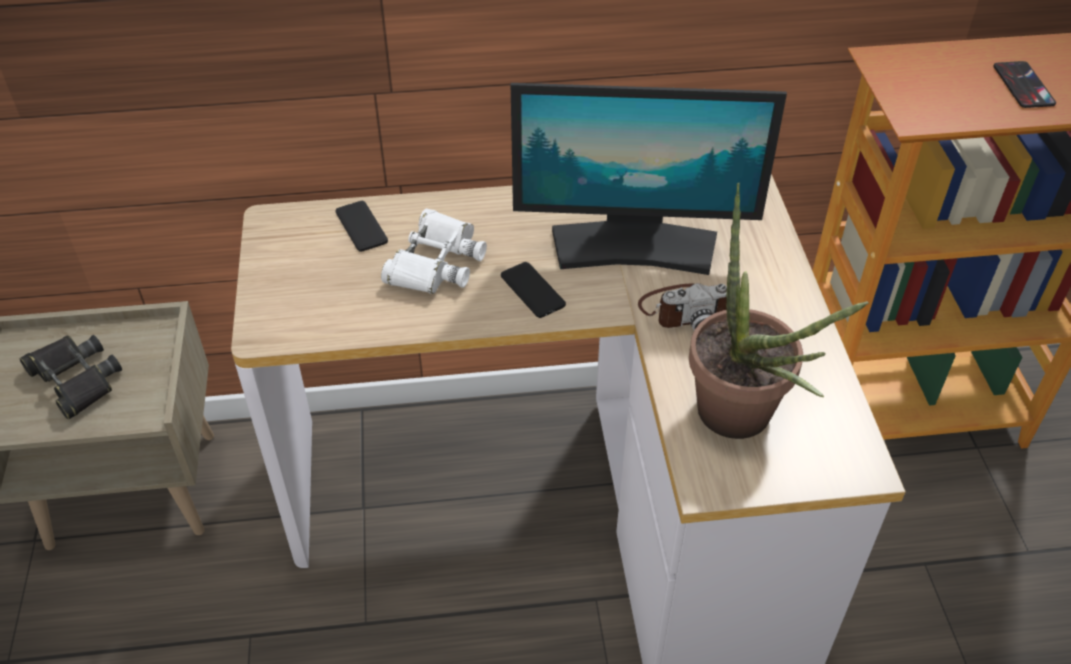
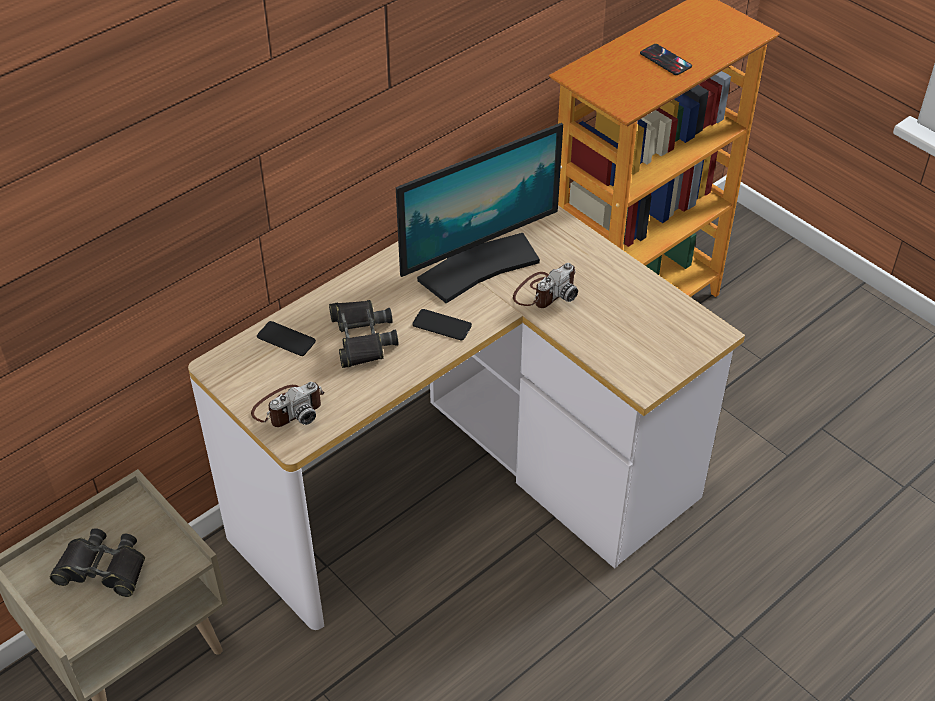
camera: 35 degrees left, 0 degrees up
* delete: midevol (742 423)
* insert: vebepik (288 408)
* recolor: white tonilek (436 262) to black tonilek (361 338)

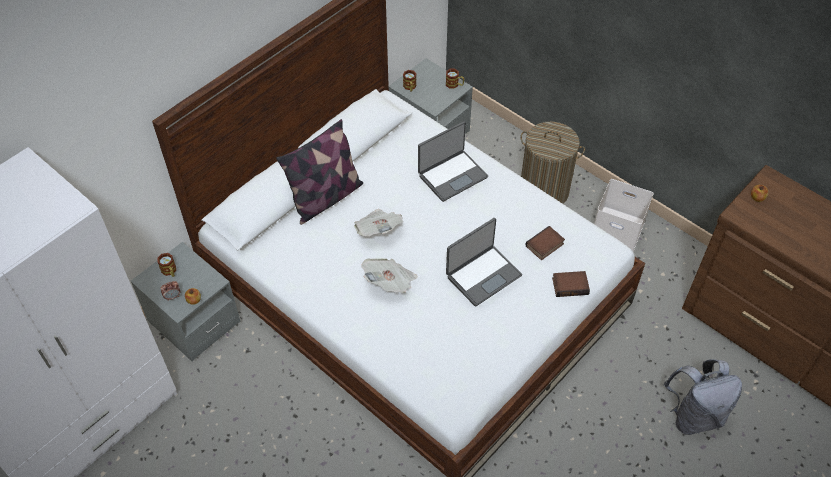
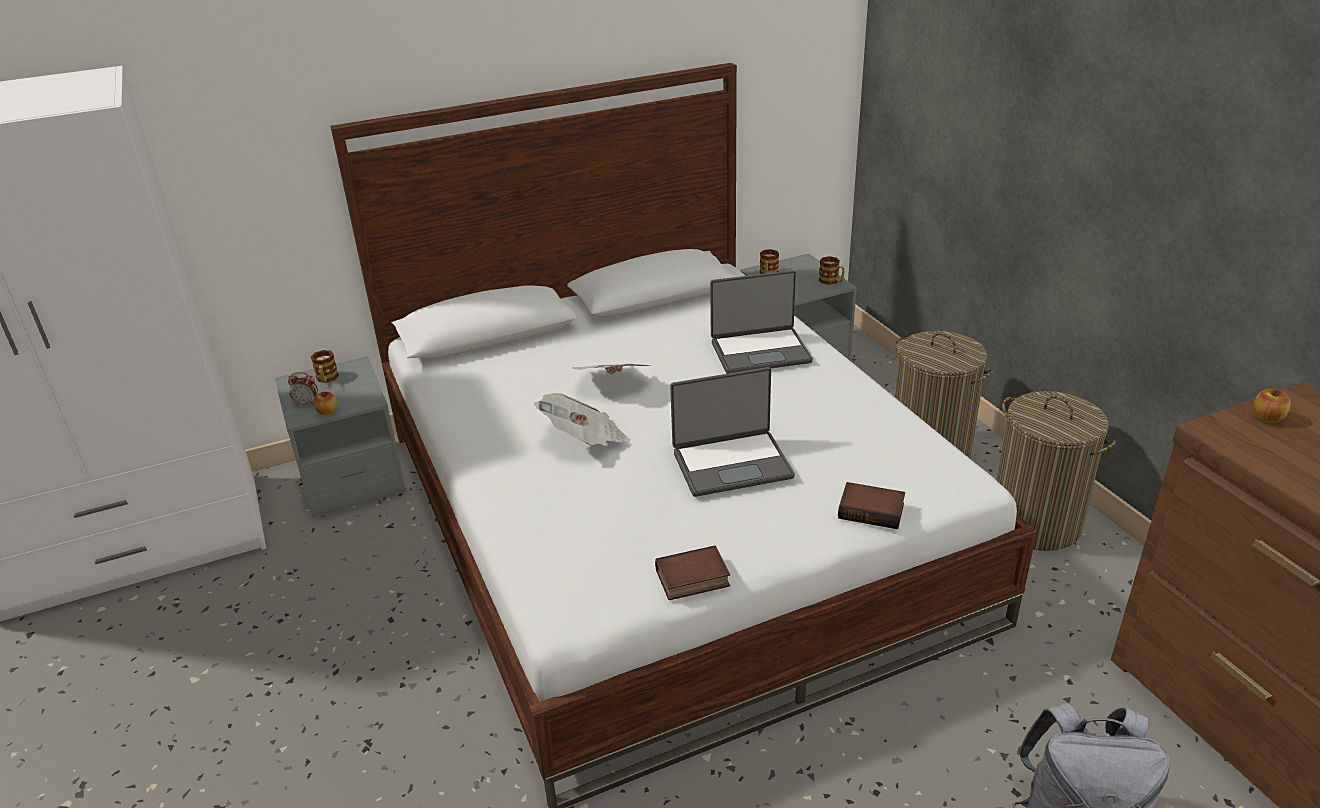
camera: 25 degrees right, 20 degrees down
* delete: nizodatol (325 198)
* move: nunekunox (545 246) to (692 580)
* replace: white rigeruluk (619 228) to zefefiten (1035 523)

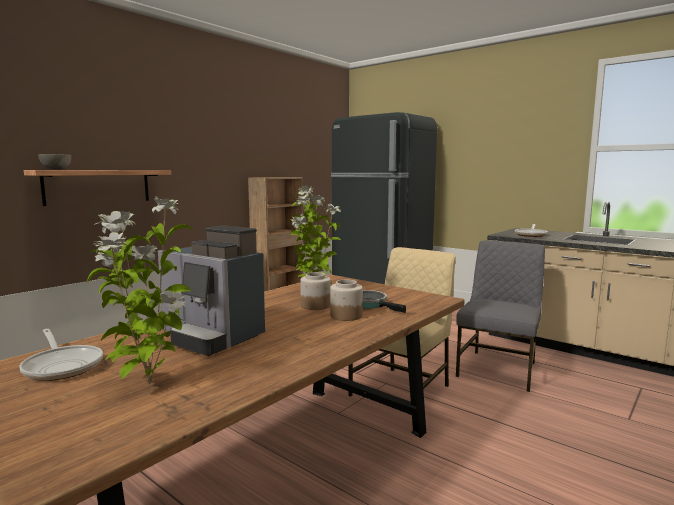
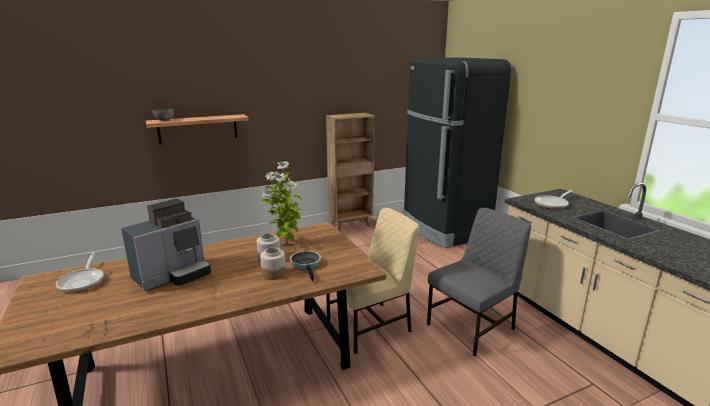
camera: 25 degrees right, 10 degrees up
* delete: midevol (147 384)
* rotate: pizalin (212 337) = (173 275) 105 degrees counterclockwise

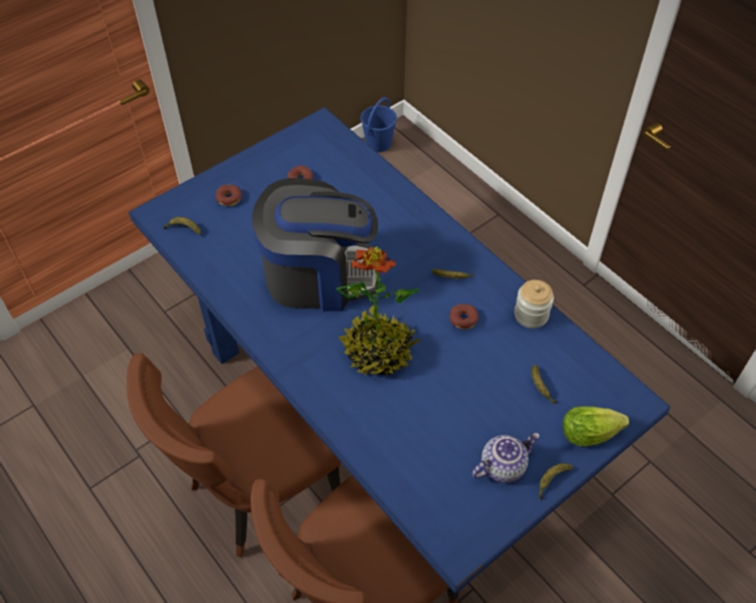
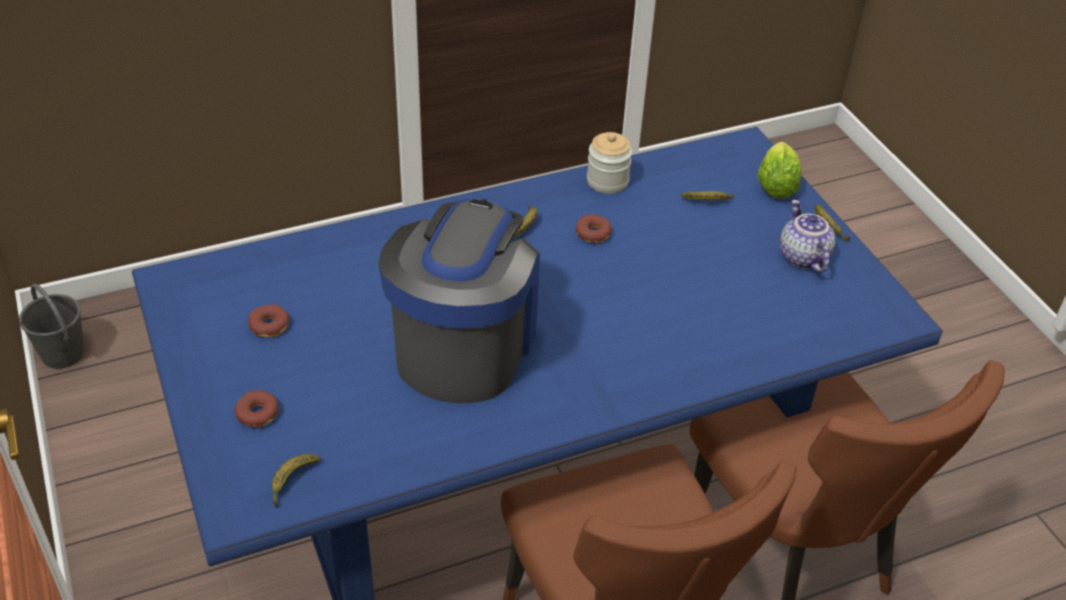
camera: 75 degrees left, 10 degrees down
* delete: midevol (378 351)
* recolor: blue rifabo (378 143) to grey rifabo (63 354)

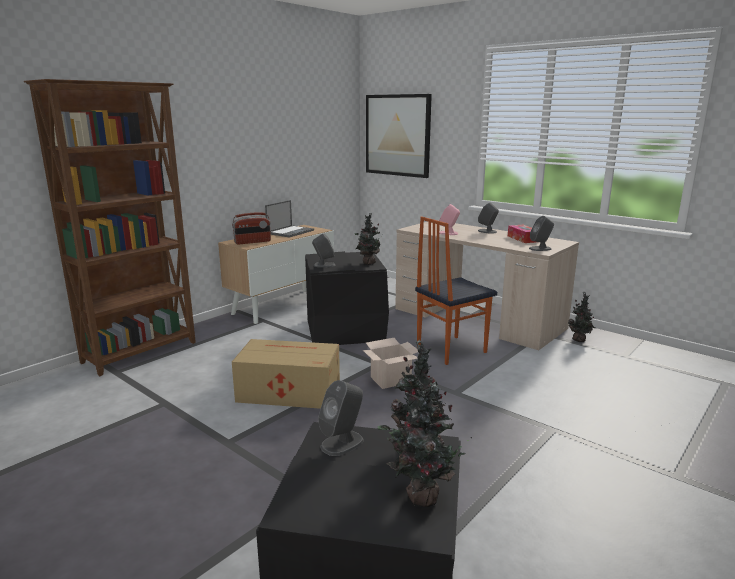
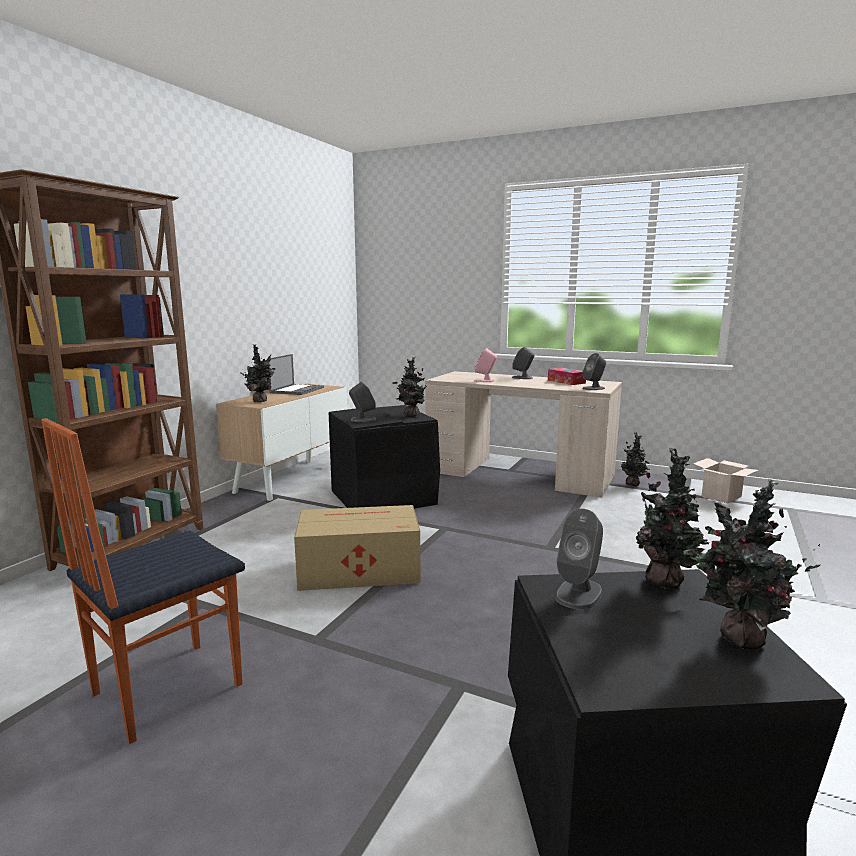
camera: 15 degrees left, 5 degrees down
* delete: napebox (398 135)
* move: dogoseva (390 380) to (721 497)
* move: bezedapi (450 350) to (165 688)
* replace: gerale (252 242) to midevol (260 401)

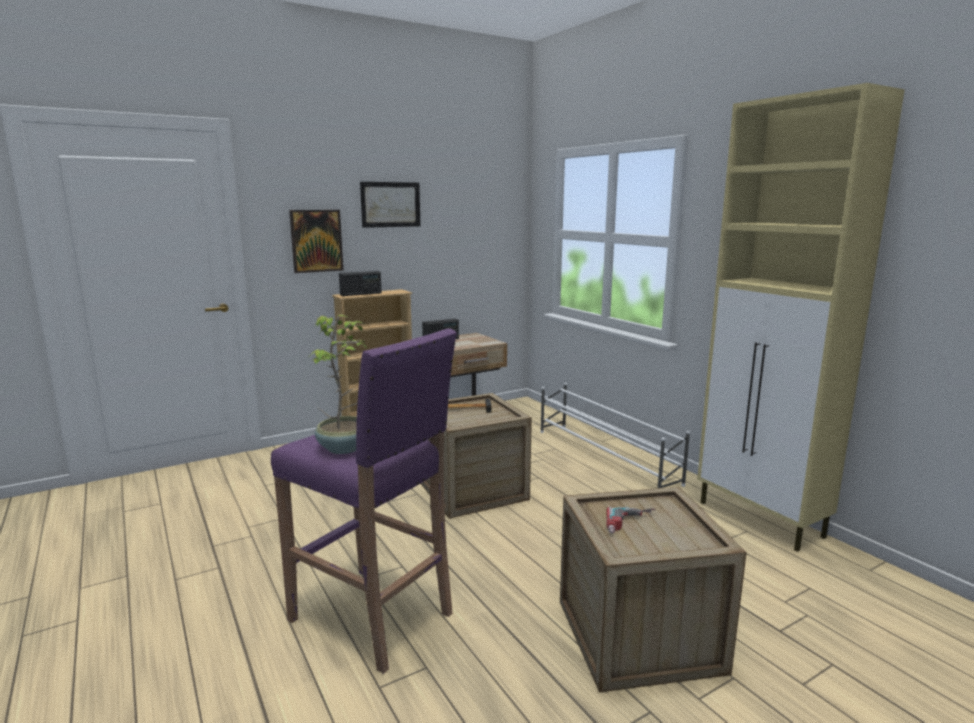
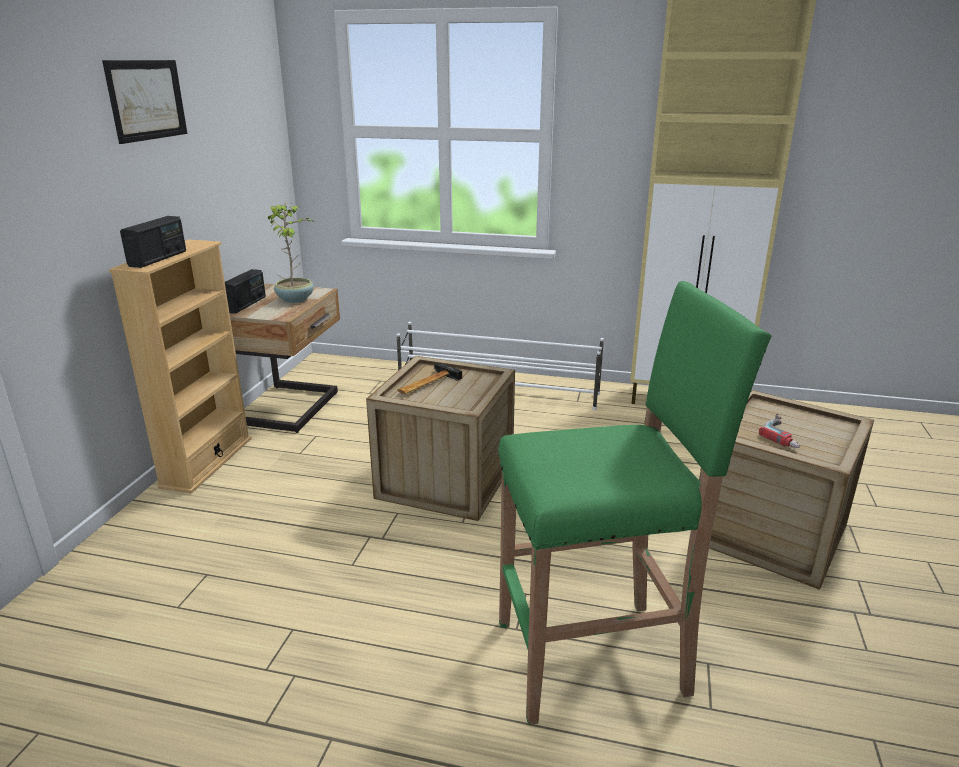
camera: 45 degrees left, 10 degrees up
* delete: napebox (316 241)
* move: midevol (345 448) to (296 299)
* recolor: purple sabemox (374 618) to green sabemox (595 657)

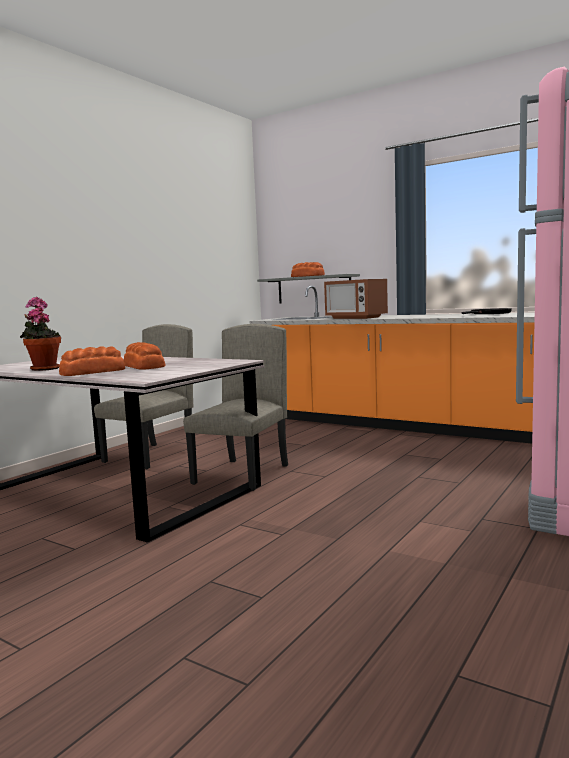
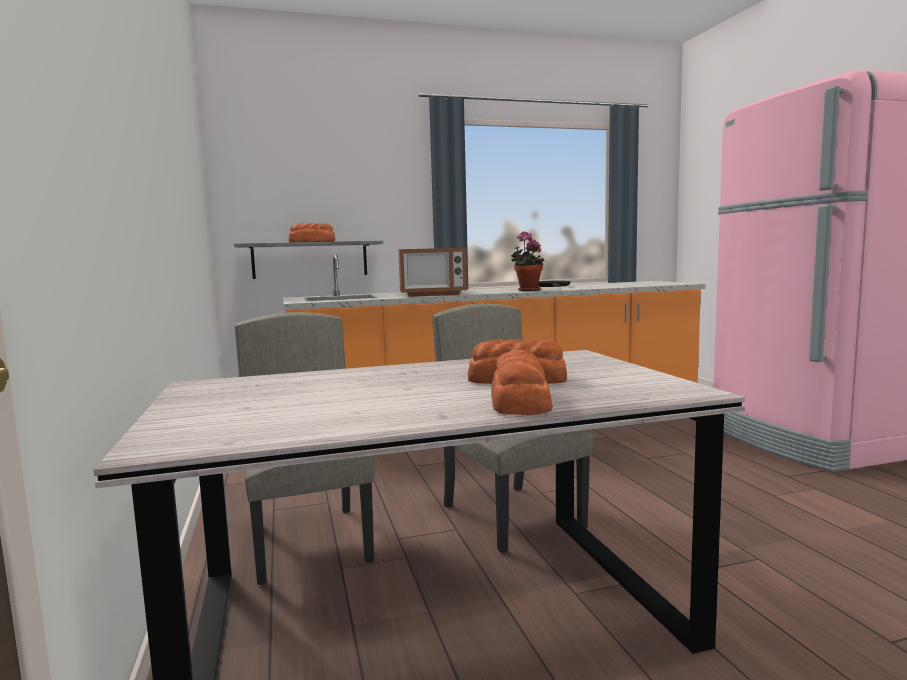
camera: 50 degrees left, 0 degrees up
* move: midevol (43 369) to (527 290)

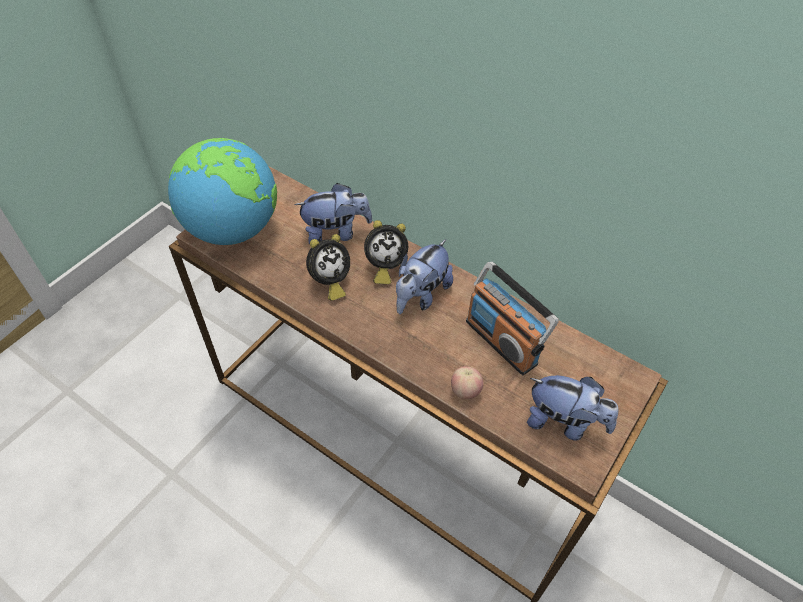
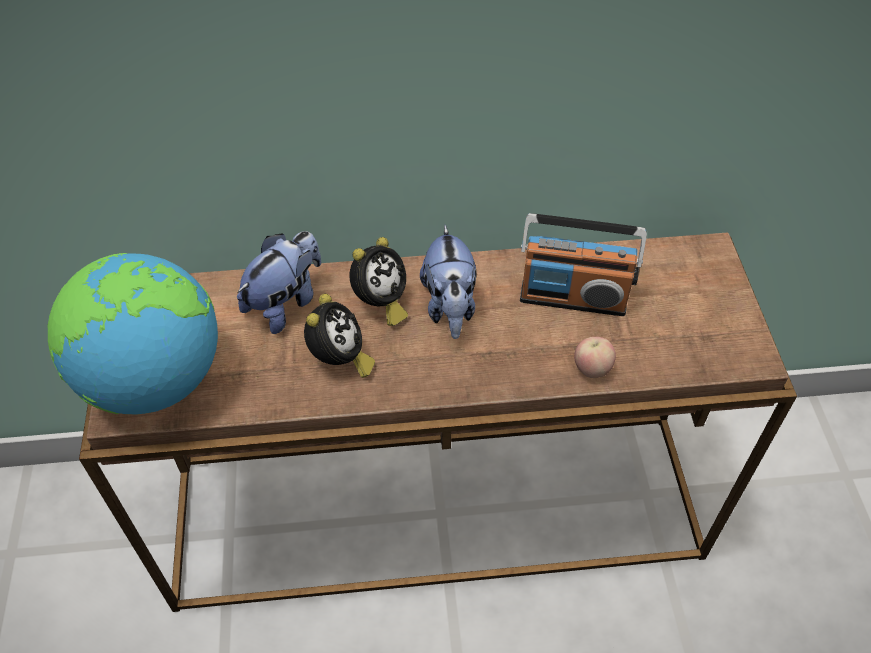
camera: 40 degrees left, 0 degrees up
* delete: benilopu (564 422)

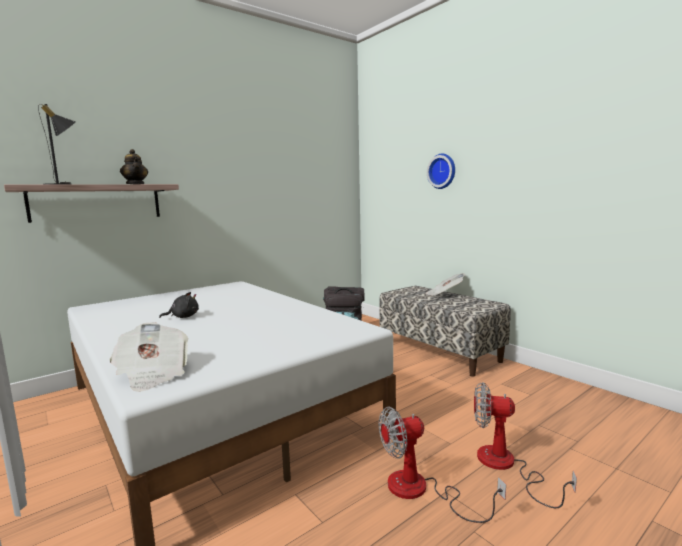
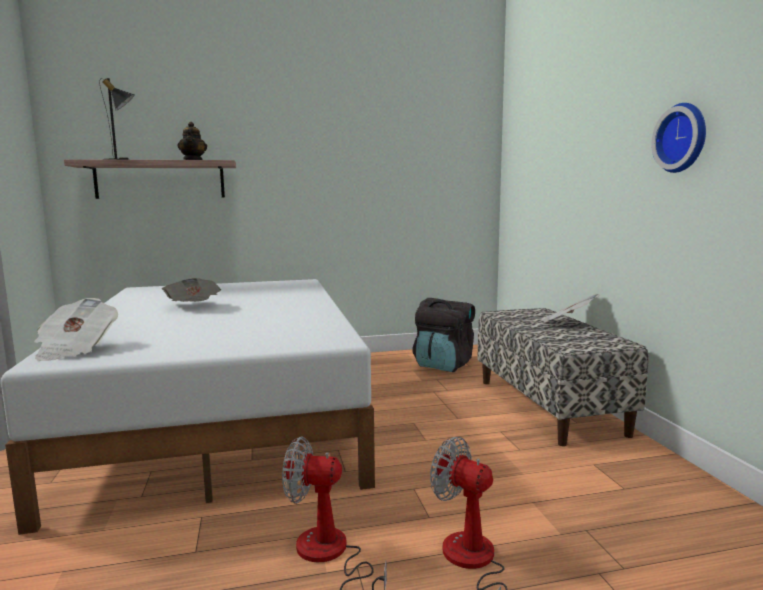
camera: 25 degrees right, 0 degrees up
* move: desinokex (442 171) to (683 138)
* replace: black benilopu (183 317) to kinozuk (193 306)

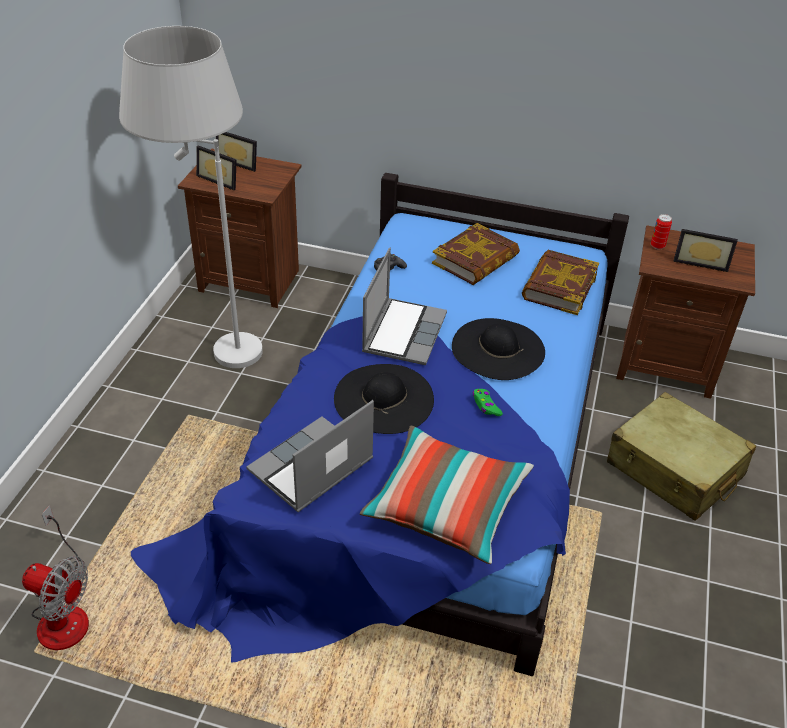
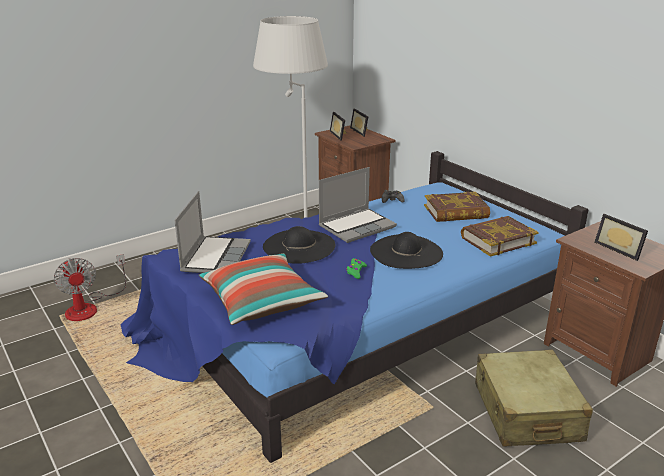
camera: 40 degrees right, 15 degrees down
* delete: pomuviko (657 246)
* rotate: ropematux (311 467) = (215 256) 105 degrees clockwise

